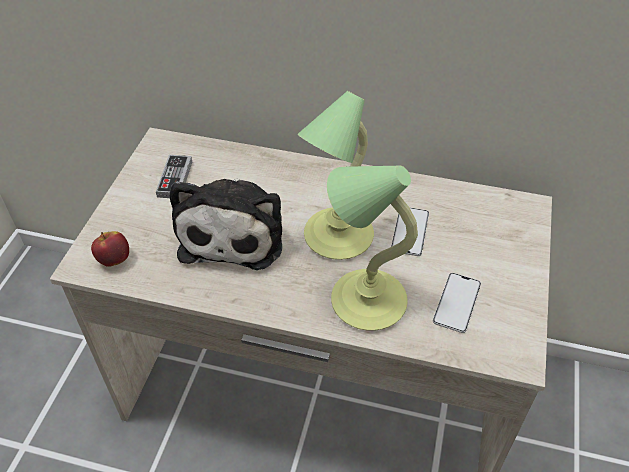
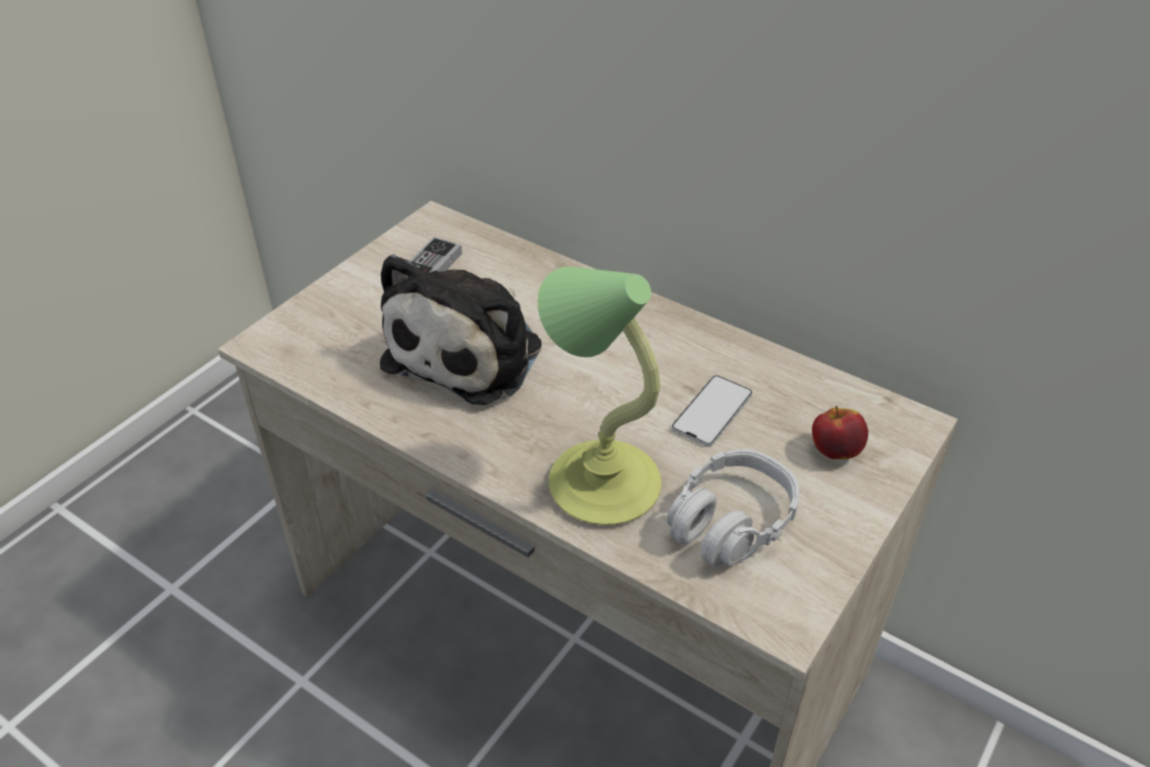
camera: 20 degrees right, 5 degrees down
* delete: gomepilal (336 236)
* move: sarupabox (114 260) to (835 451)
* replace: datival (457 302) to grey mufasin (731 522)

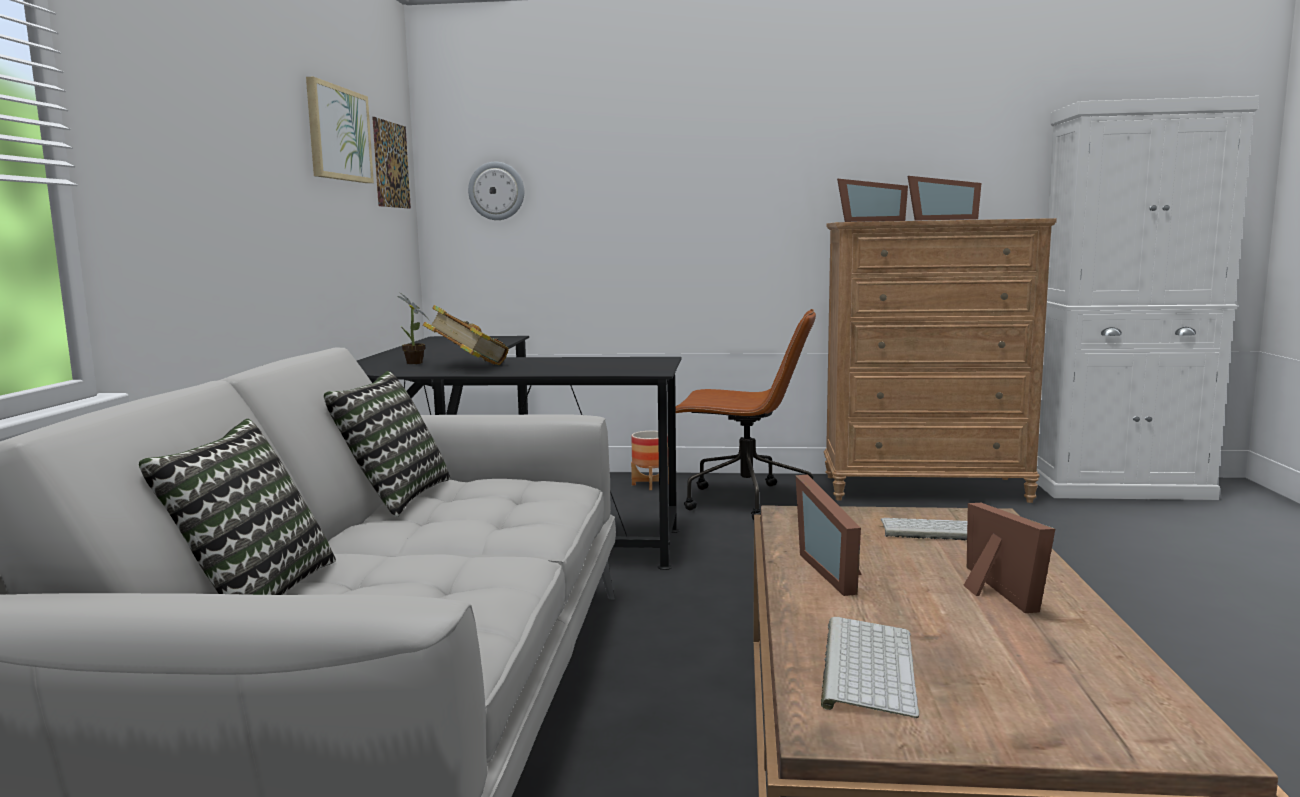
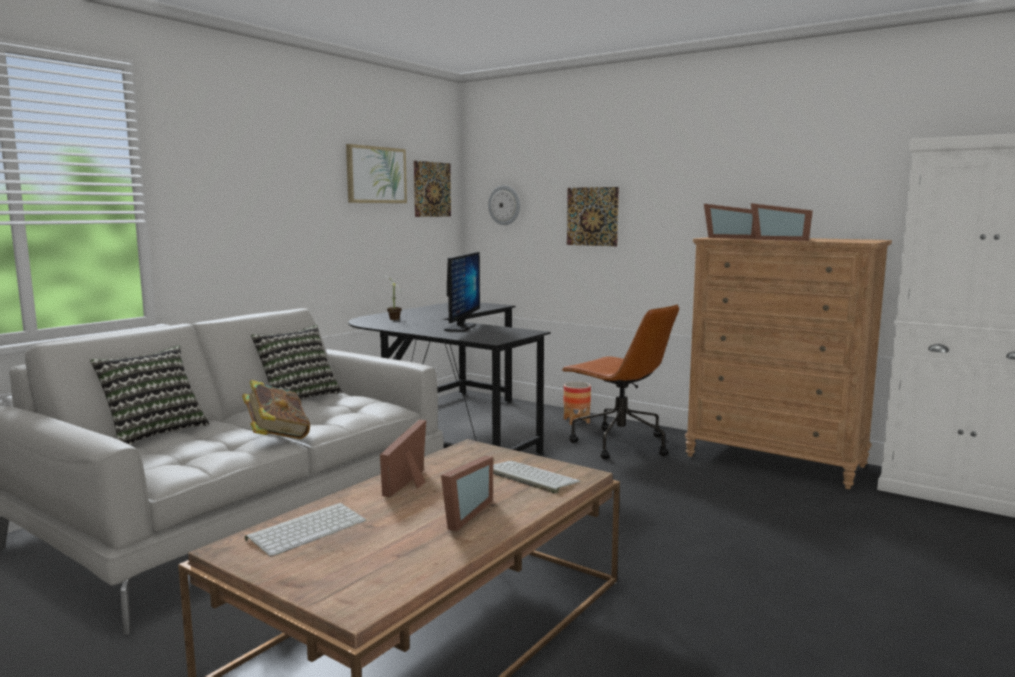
camera: 30 degrees right, 0 degrees up
* insert: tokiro (460 327)
* insert: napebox (592 216)
* move: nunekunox (468 366) to (277 436)

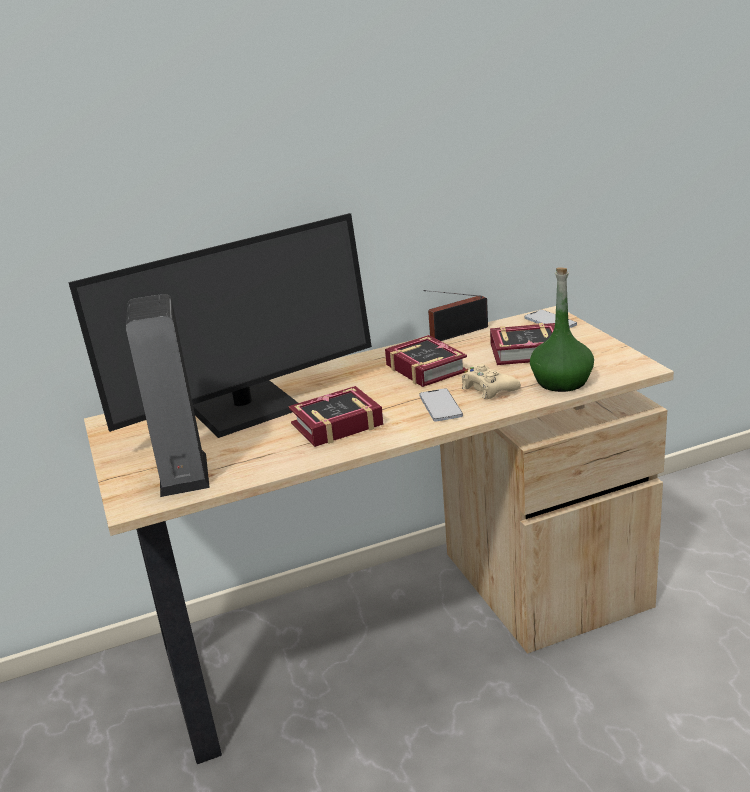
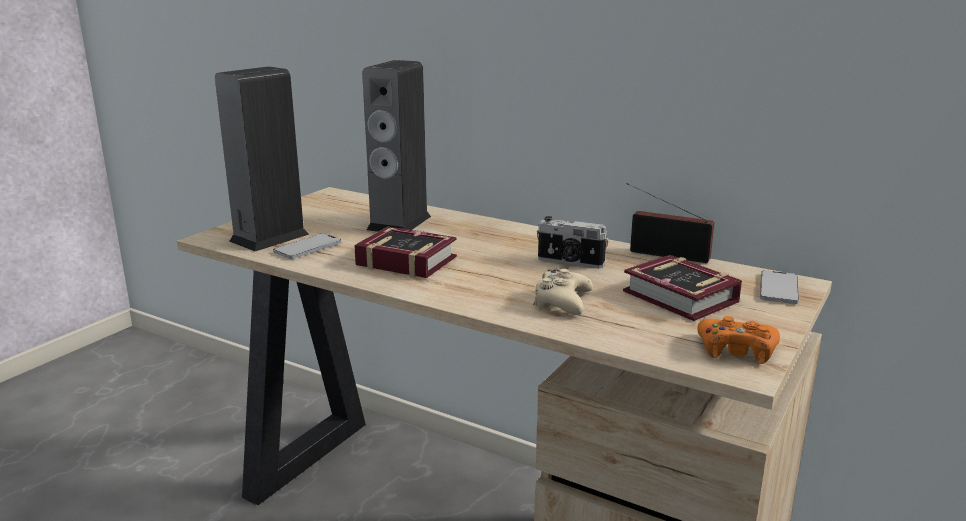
camera: 50 degrees right, 5 degrees down
* delete: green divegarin (561 381)
* insert: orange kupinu (736 350)
* move: datival (440 406) to (308 248)
* replace: tokiro (244 407) to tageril (399 223)
* replace: nunekunox (426 367) to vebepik (570 262)

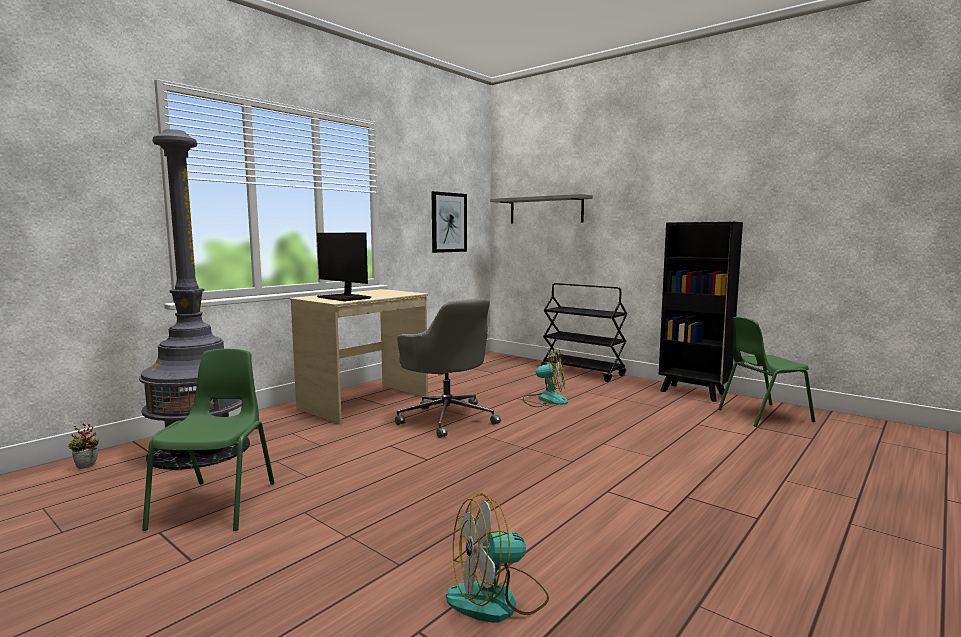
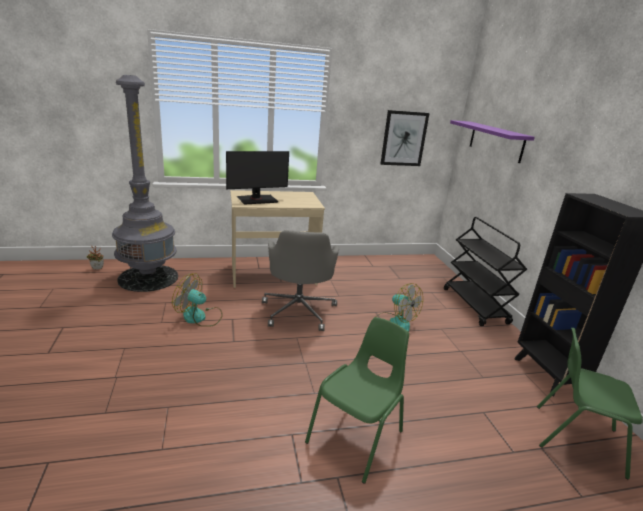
camera: 35 degrees right, 15 degrees up
* move: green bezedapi (217 504) to (357 436)
* move: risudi (498 599) to (199 317)
* recolor: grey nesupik (545 210) to purple nesupik (496 141)
* rotate: tokiro (344 298) = (257 200) 105 degrees counterclockwise

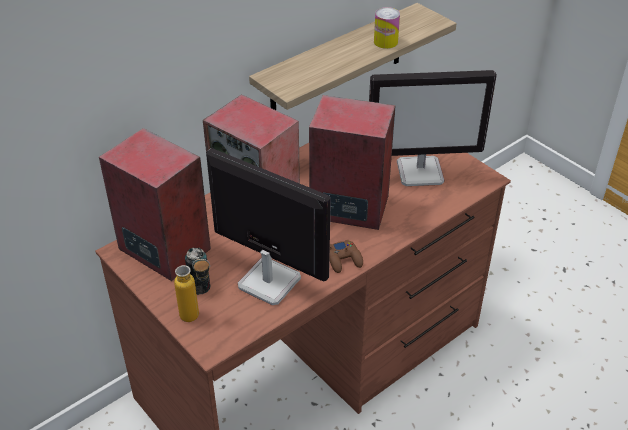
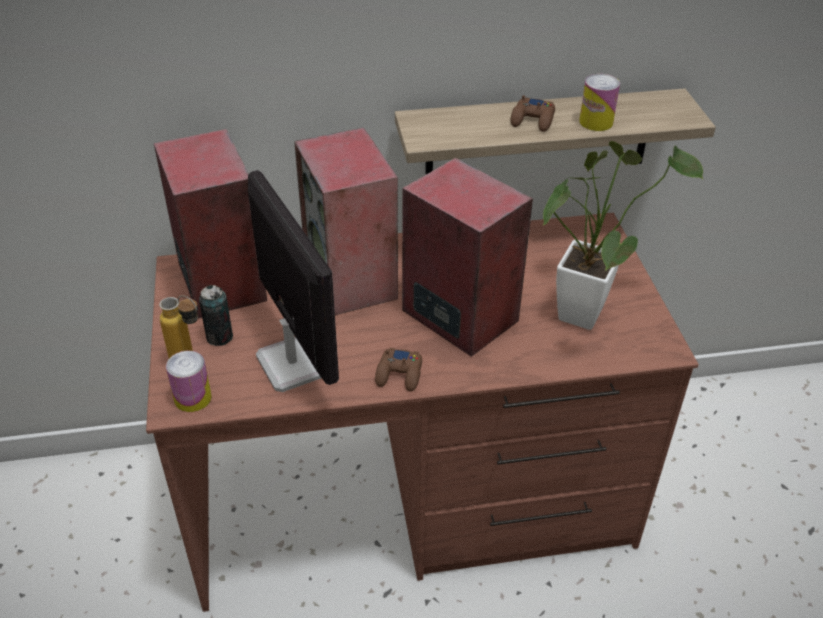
camera: 30 degrees right, 0 degrees up
* insert: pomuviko (193 398)
* insert: brown kupinu (533 120)
* replace: tokiro (421 172) to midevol (584 309)

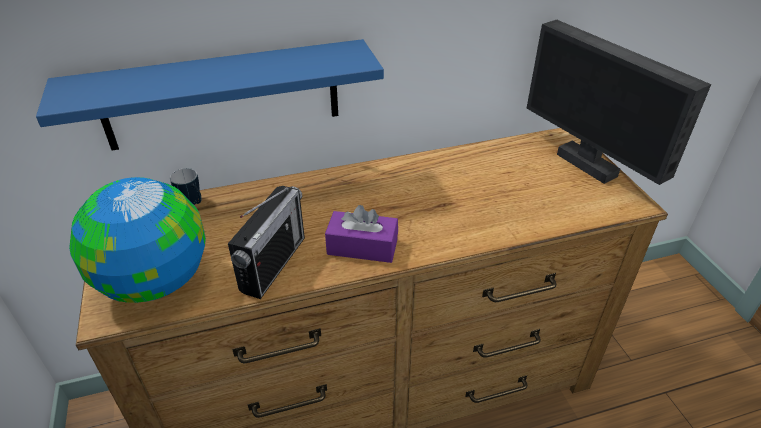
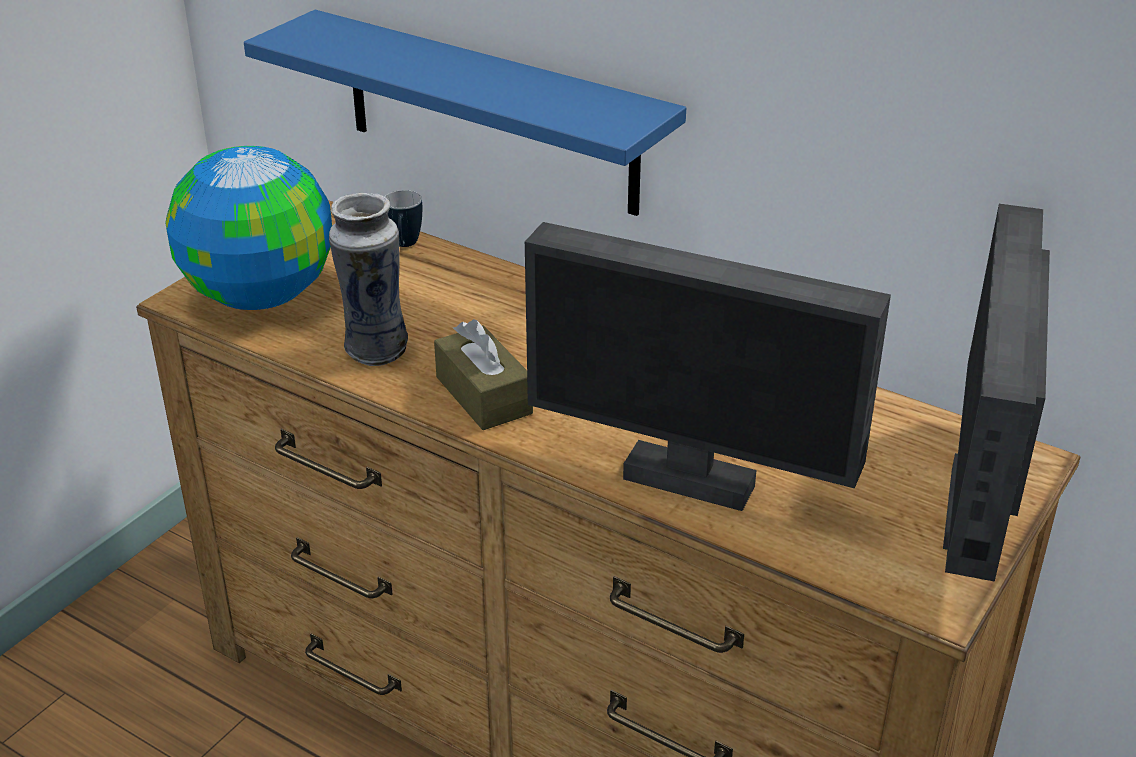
camera: 50 degrees right, 5 degrees down
* insert: tokiro (690 479)
* replace: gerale (273 264) to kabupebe (375 350)
* recolor: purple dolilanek (362 247) to brown dolilanek (483 395)

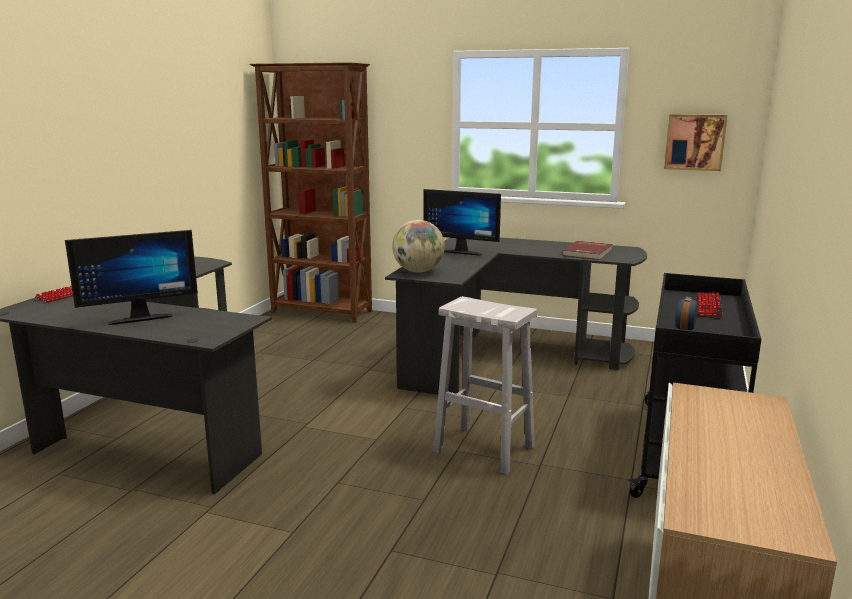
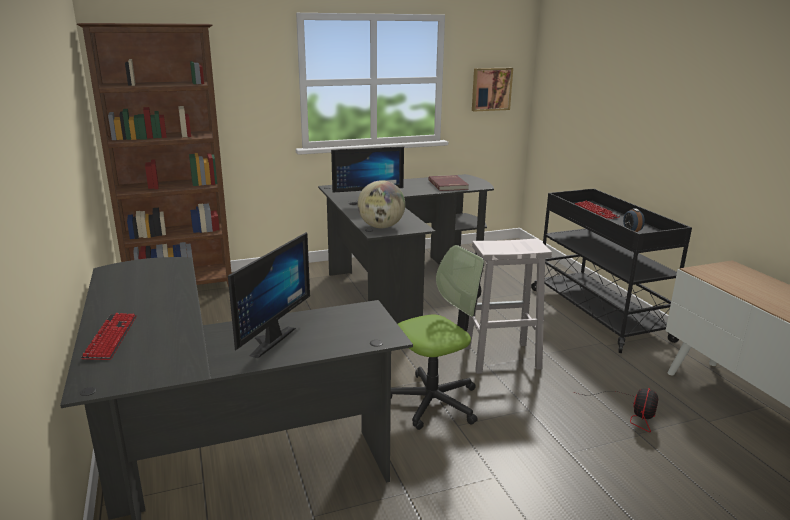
camera: 40 degrees left, 5 degrees up
* insert: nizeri (433 401)
* insert: risudi (631 413)

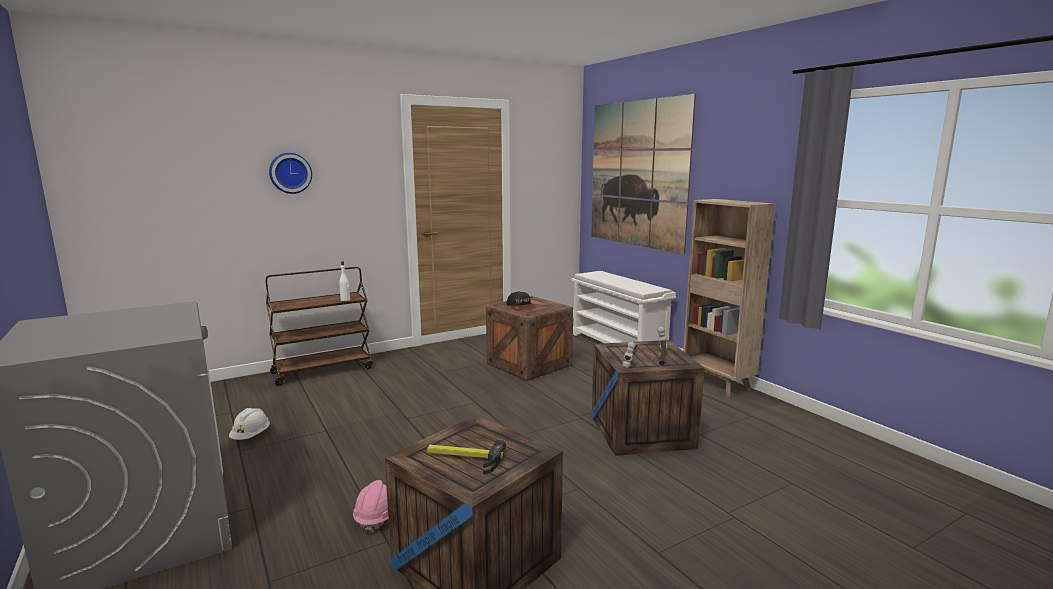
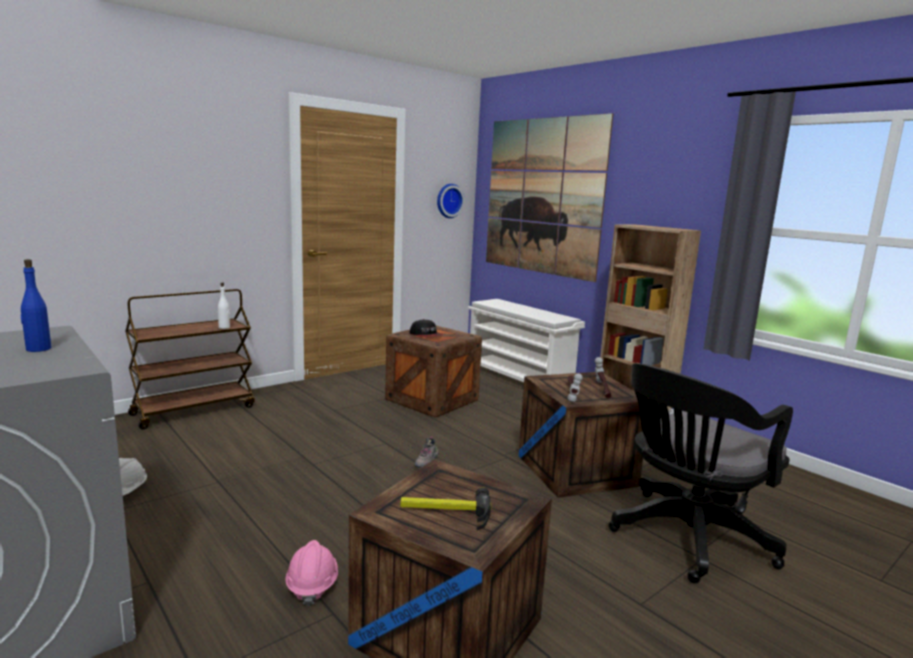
camera: 10 degrees left, 0 degrees up
* insert: blue divegarin (38 349)
* insert: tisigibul (427 462)
* insert: black nizeri (686 538)
* move: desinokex (290 173) to (448 200)

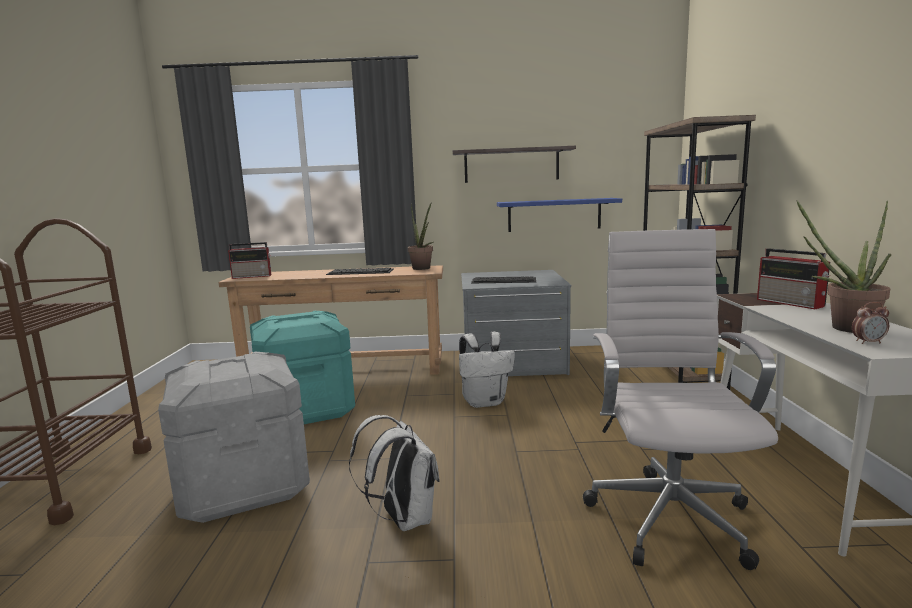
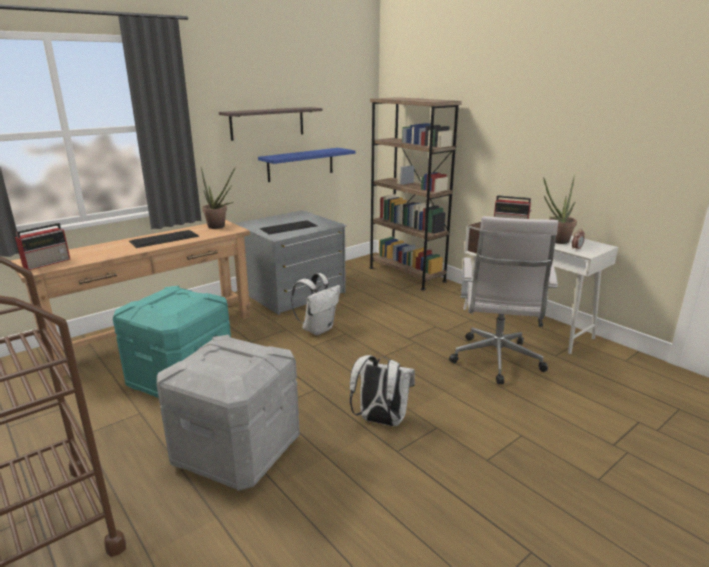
camera: 40 degrees left, 10 degrees up
* rotate: white nizeri (668 514) = (496 362) 135 degrees counterclockwise

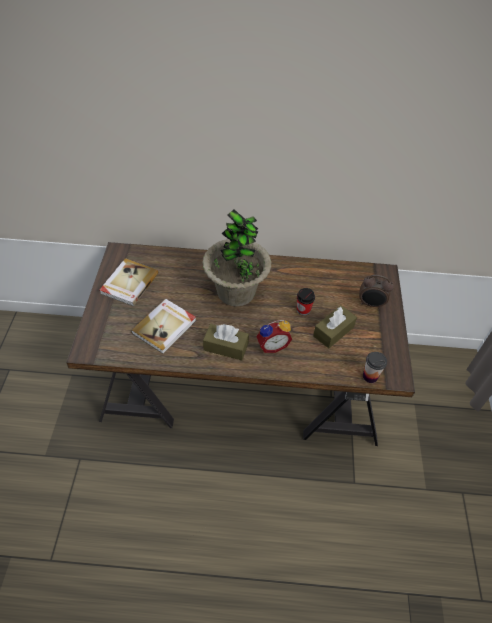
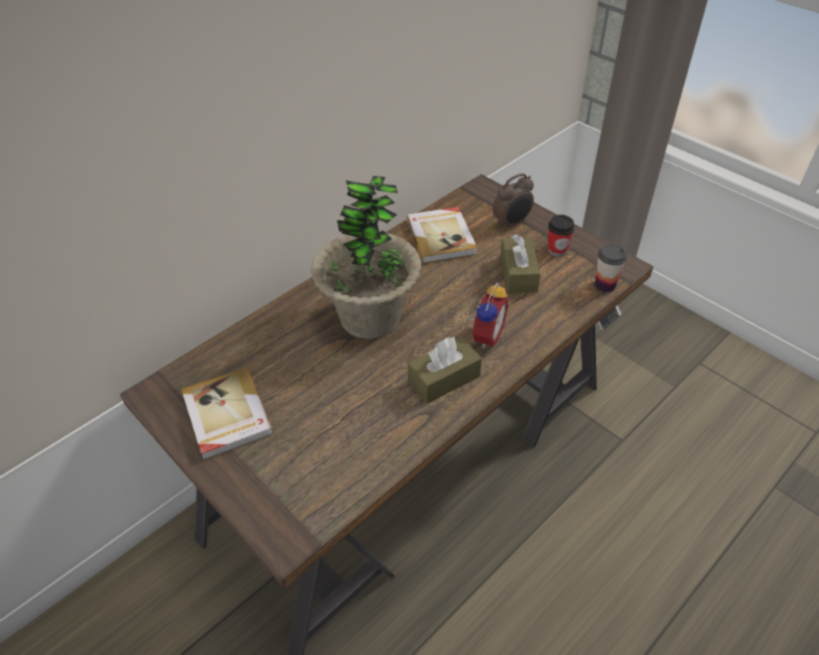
camera: 45 degrees left, 5 degrees down
* move: nunekunox (165 327) to (441 236)
* move: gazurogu (303 310) to (557 250)

